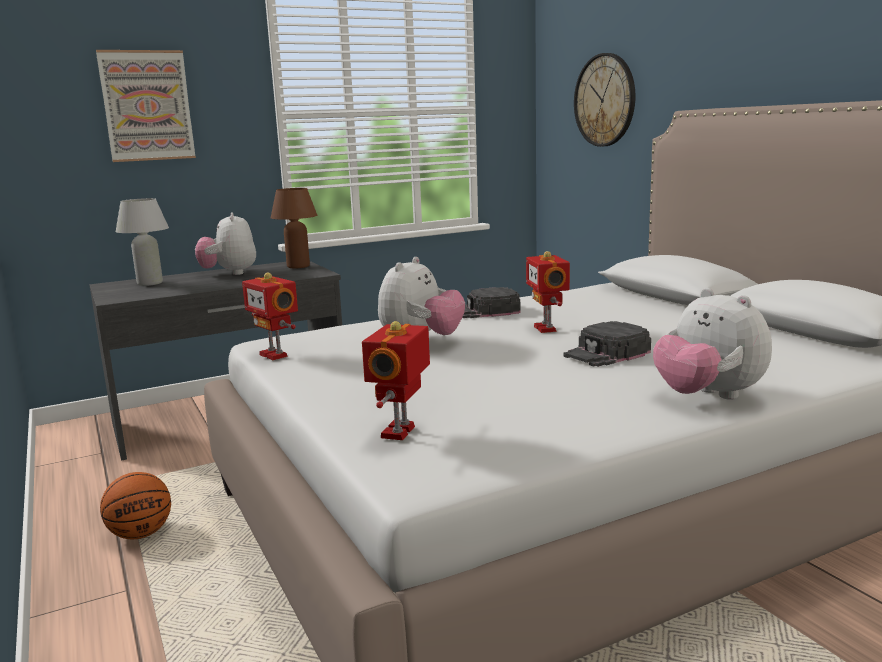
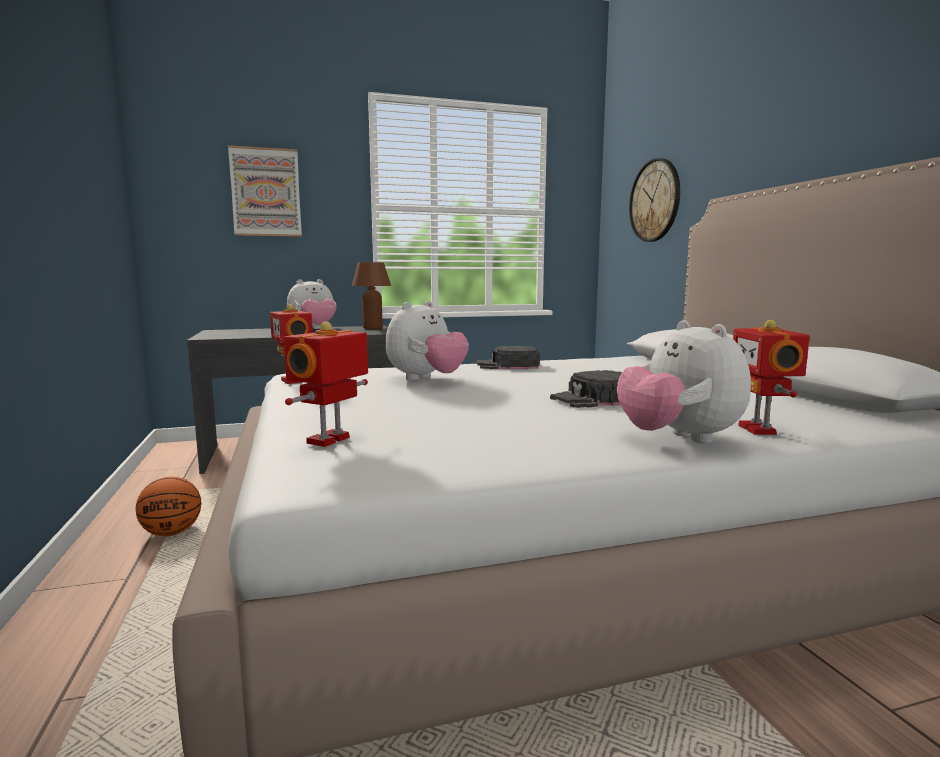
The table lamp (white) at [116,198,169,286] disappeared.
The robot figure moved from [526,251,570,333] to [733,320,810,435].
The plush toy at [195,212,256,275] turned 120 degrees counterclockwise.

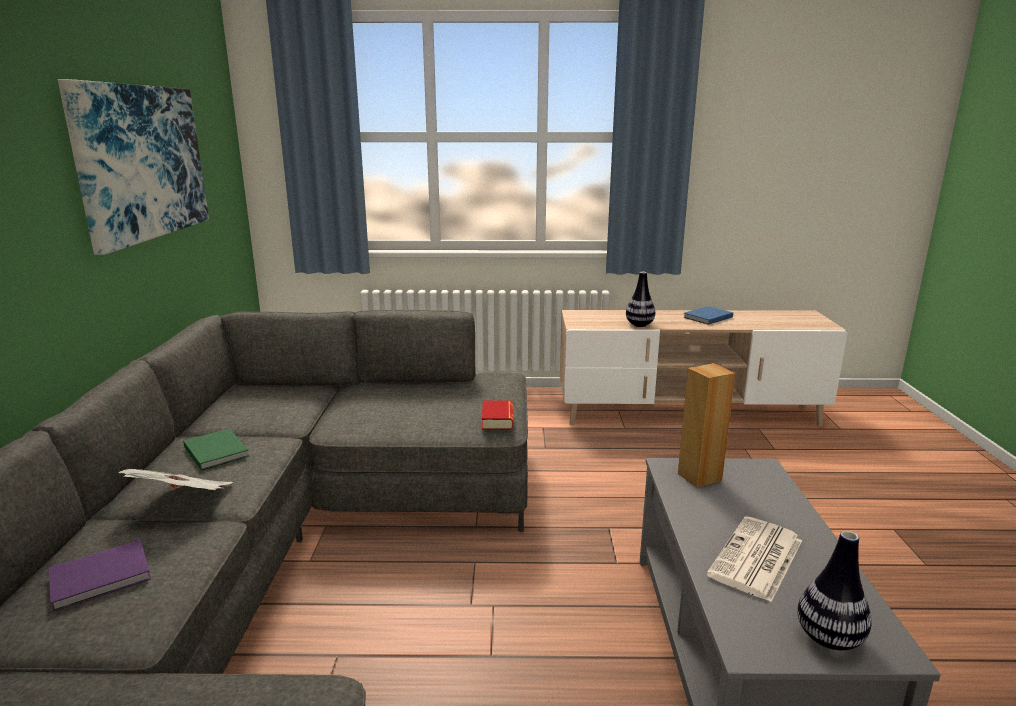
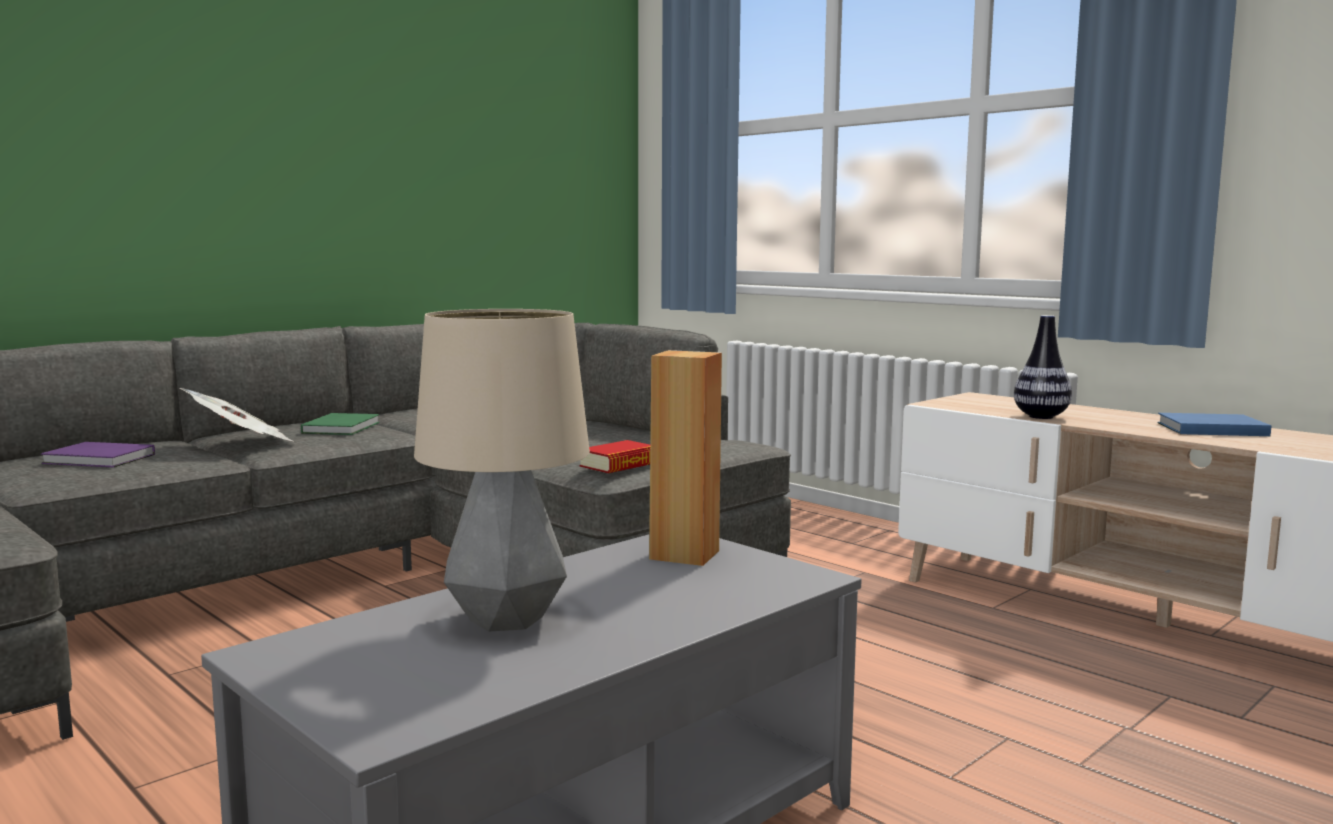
The wall art at [58,79,209,255] disappeared.
The decorative vase at [797,531,872,650] disappeared.
The printed paper at [707,517,802,602] was replaced by the table lamp at [414,309,590,631].

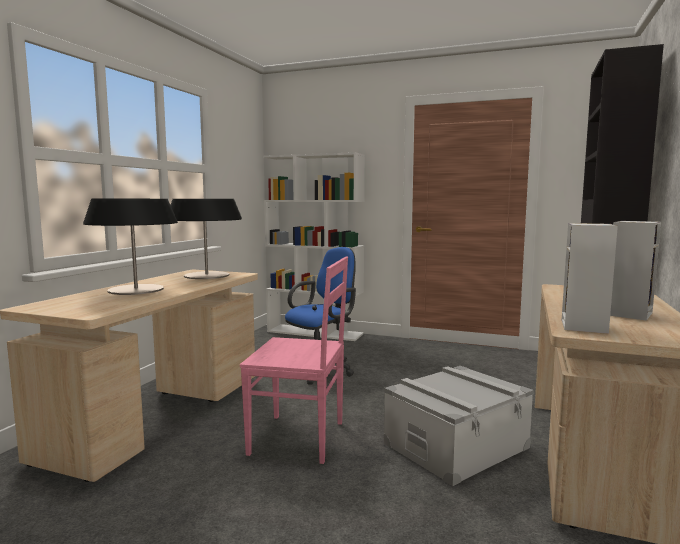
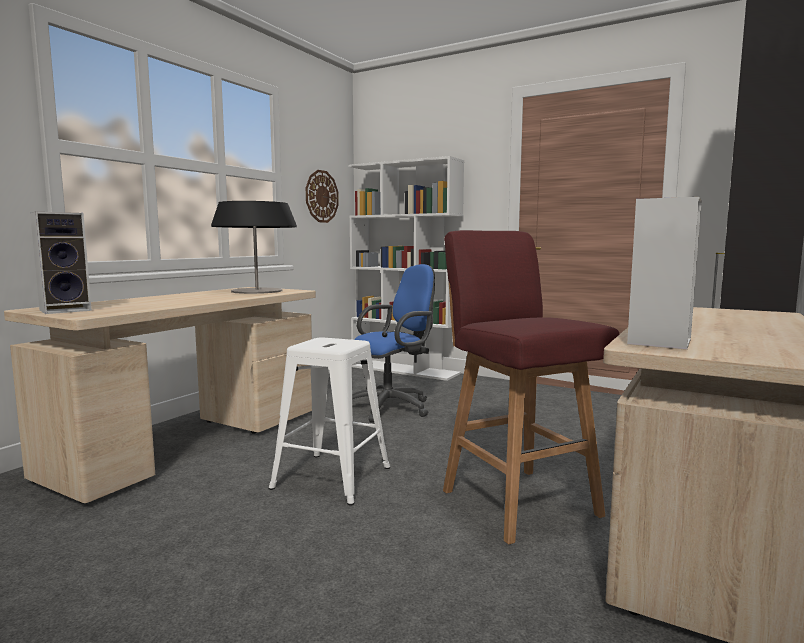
The table lamp at [83,199,178,295] disappeared.
The wall clock at [306,170,339,223] appeared.
The speaker moved from [610,221,661,321] to [30,211,92,314].
The upright chair (pink) at [240,257,348,464] was replaced by the stool (white) at [268,337,390,506].
The storage container (greyish) at [384,366,534,486] was replaced by the stool (red) at [443,230,619,544].

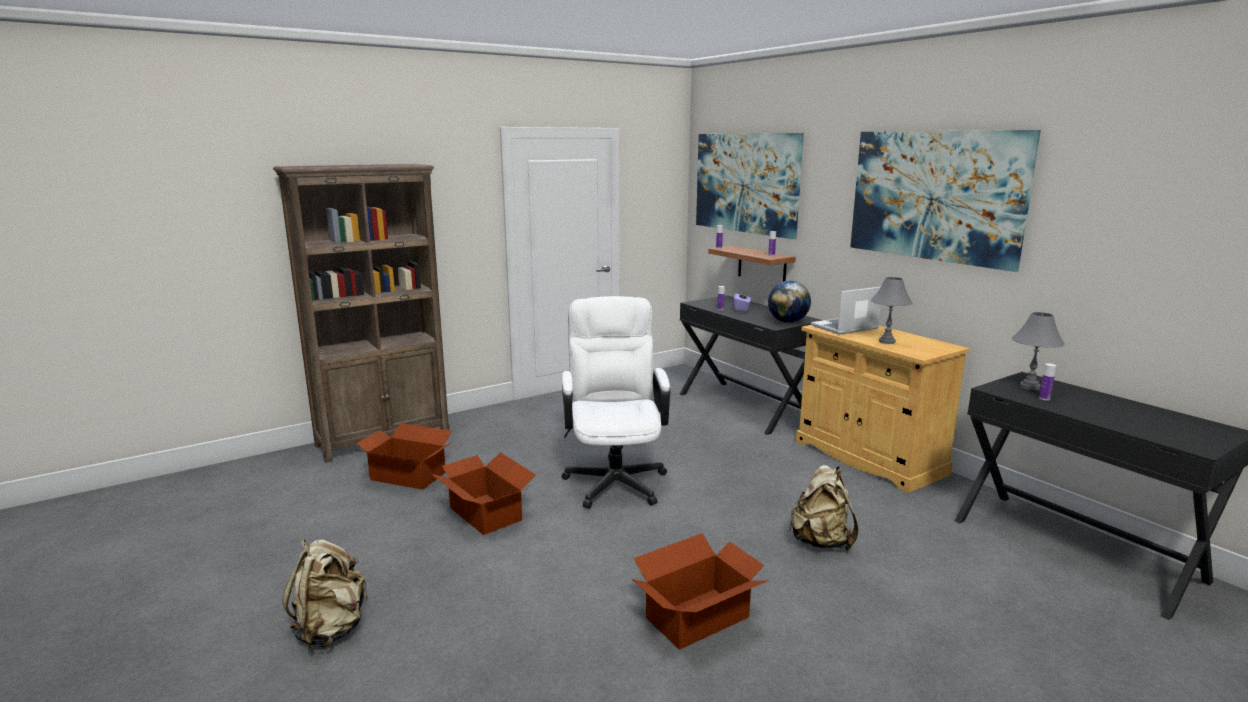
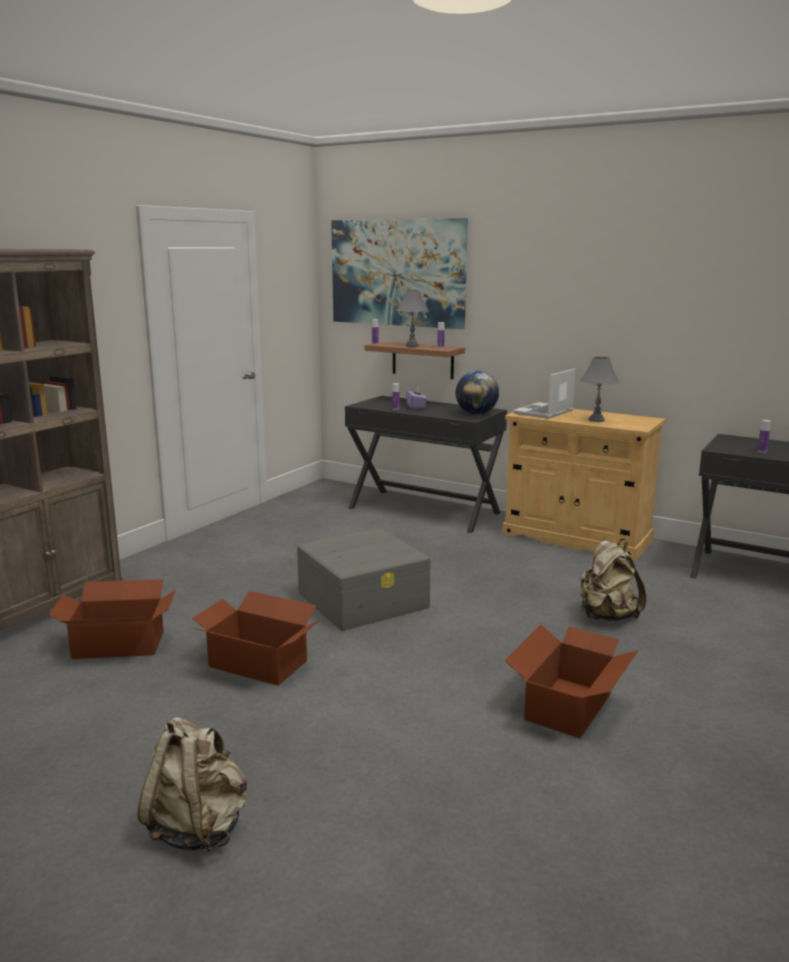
The wall art at [850,130,1041,272] disappeared.
The table lamp (greyish) moved from [1012,312,1065,390] to [396,290,429,347].
The computer chair (white) at [561,296,670,509] was replaced by the storage container (greyish) at [297,528,431,631].

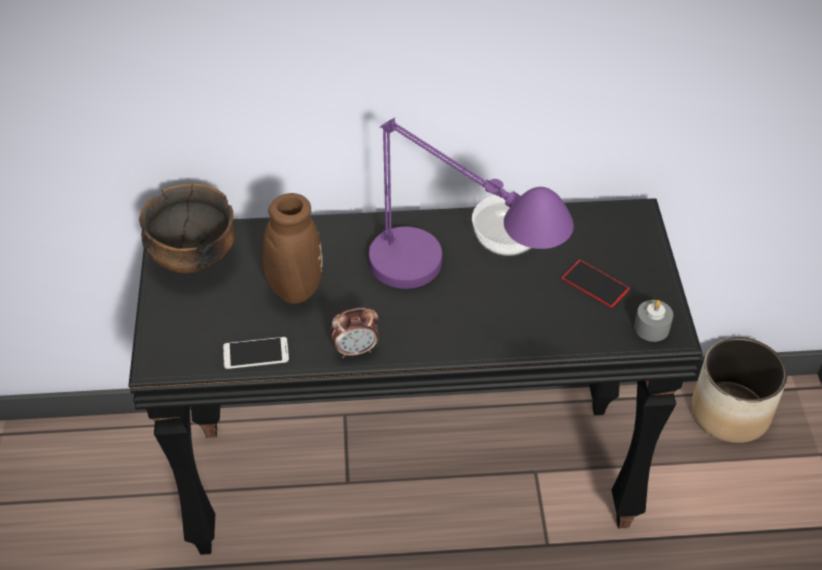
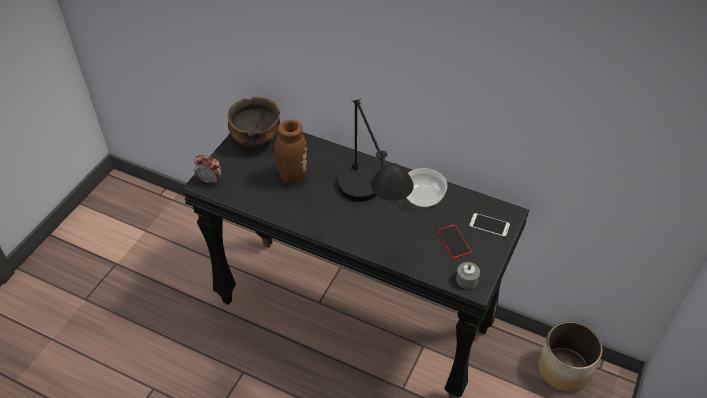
The phone moved from [223,337,289,369] to [469,213,510,237].
The table clock moved from [331,308,379,358] to [194,155,222,184].
The table lamp (purple) at [369,118,574,289] became the table lamp (black) at [338,99,414,202].

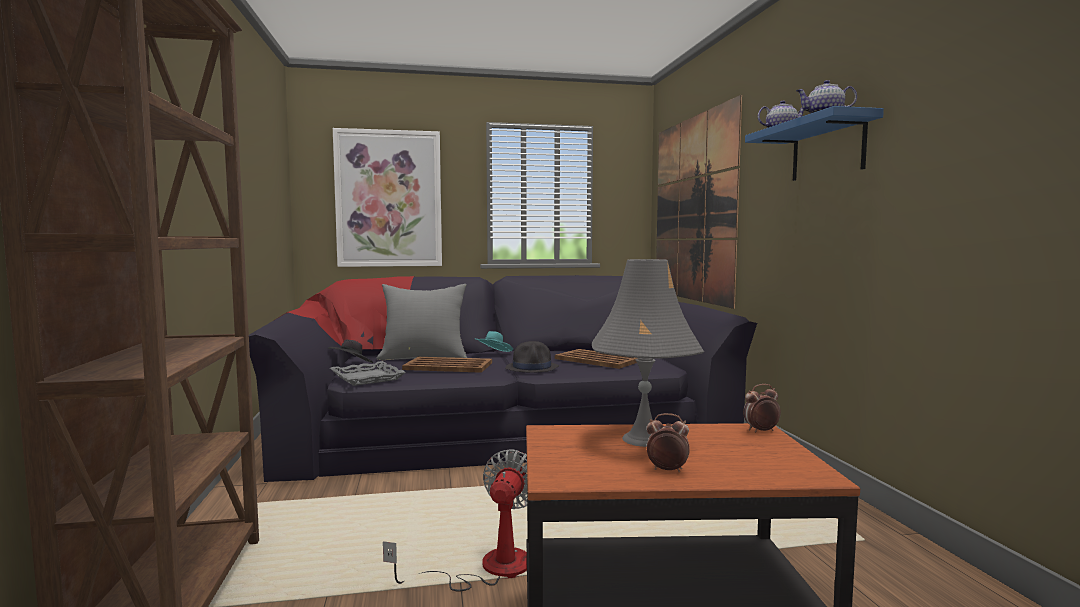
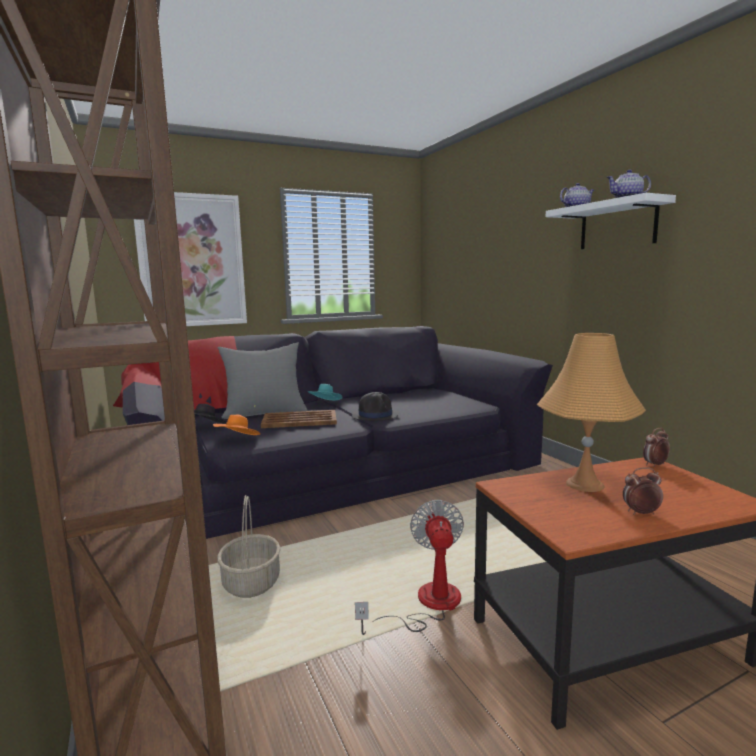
The serving tray (brownish) at [555,349,637,369] disappeared.
The wall art at [656,95,742,309] disappeared.
The household basket at [217,495,281,598] appeared.
The serving tray (greyish) at [330,361,406,386] was replaced by the wearable hat (orange-coloured) at [213,415,261,435].
The table lamp (greyish) at [592,259,704,447] became the table lamp (orange-coloured) at [537,333,646,492].
The shelf (blue-coloured) at [745,106,884,181] became the shelf (white) at [546,193,676,249].

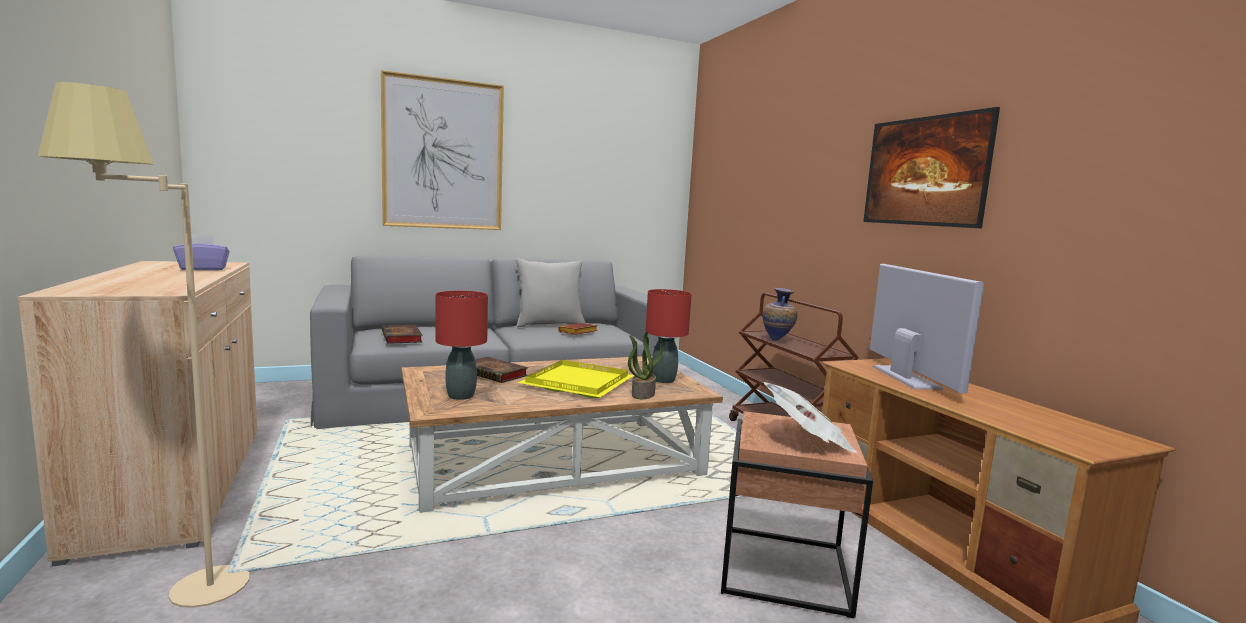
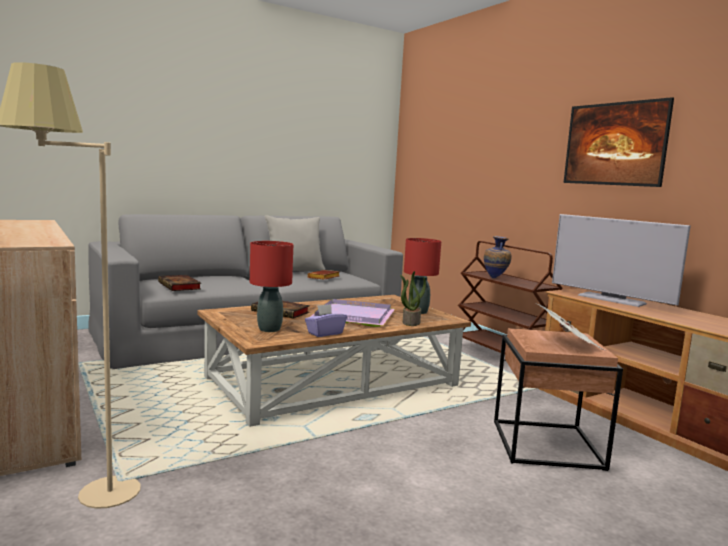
The wall art at [381,70,504,230] disappeared.
The tissue holder (purple) moved from [173,234,230,270] to [305,304,347,337].
The serving tray (yellow) at [518,360,634,398] became the serving tray (purple) at [310,299,395,327].
The TV at [870,264,984,394] turned 150 degrees clockwise.

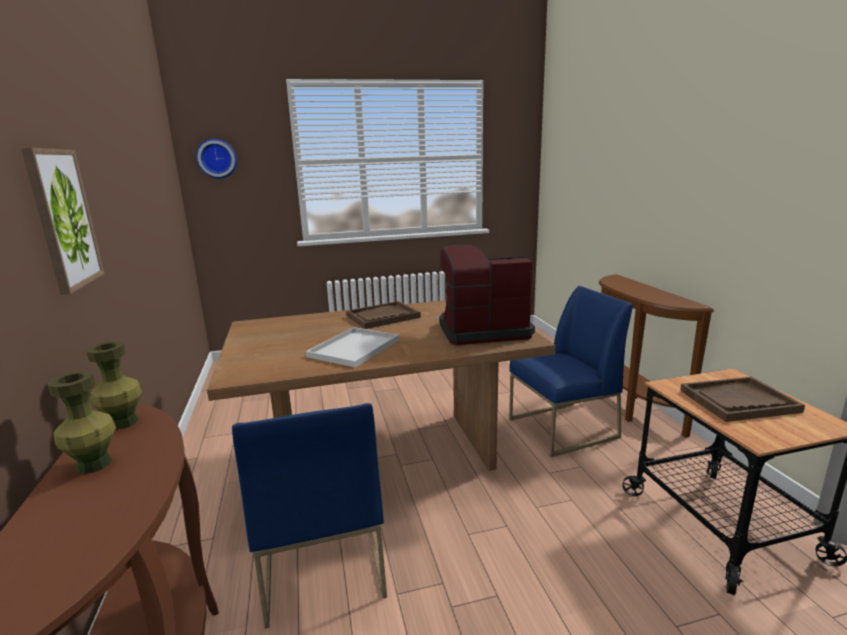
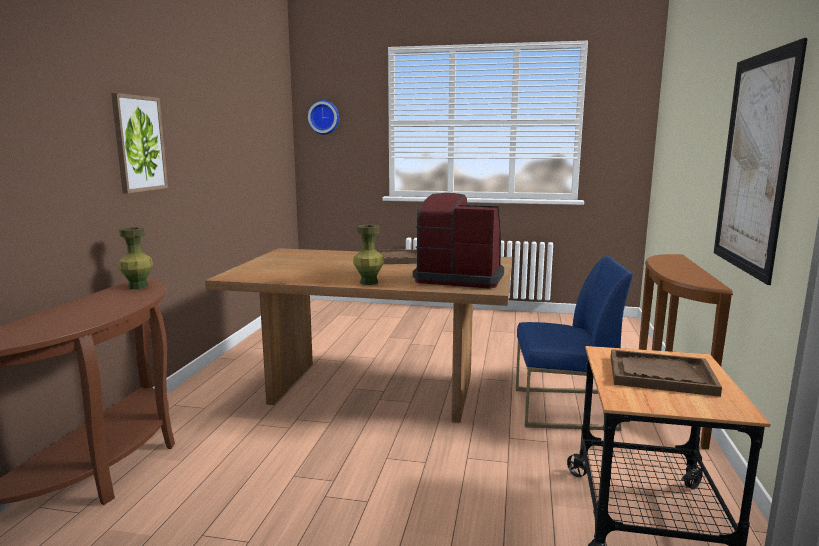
The upright chair (blue-coloured) at [232,403,387,629] disappeared.
The serving tray (white) at [306,327,399,368] disappeared.
The wall art at [714,38,808,285] appeared.
The decorative vase (green) moved from [47,371,116,474] to [353,225,384,285].

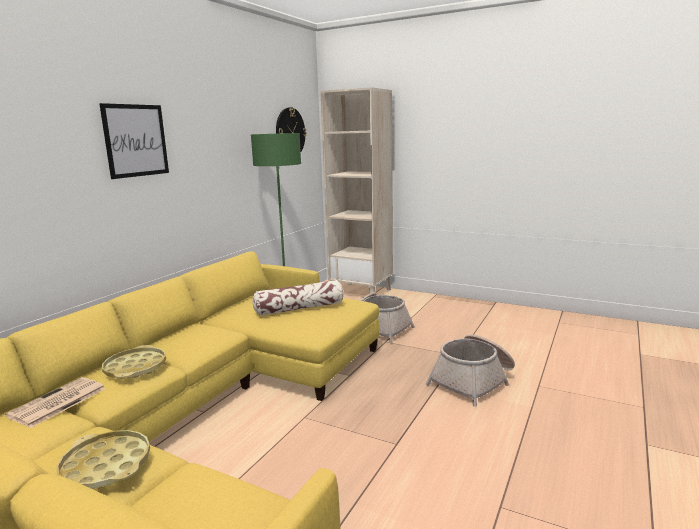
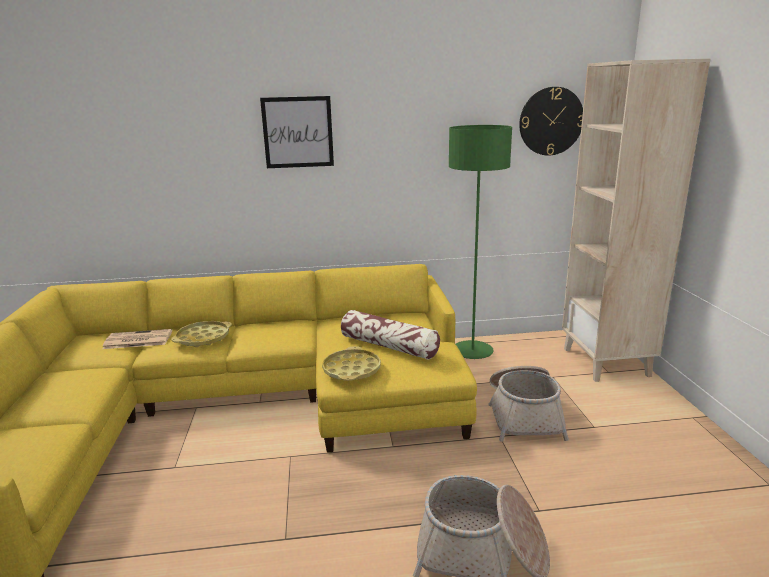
The serving tray (yellow) moved from [56,430,150,489] to [322,346,381,381].

